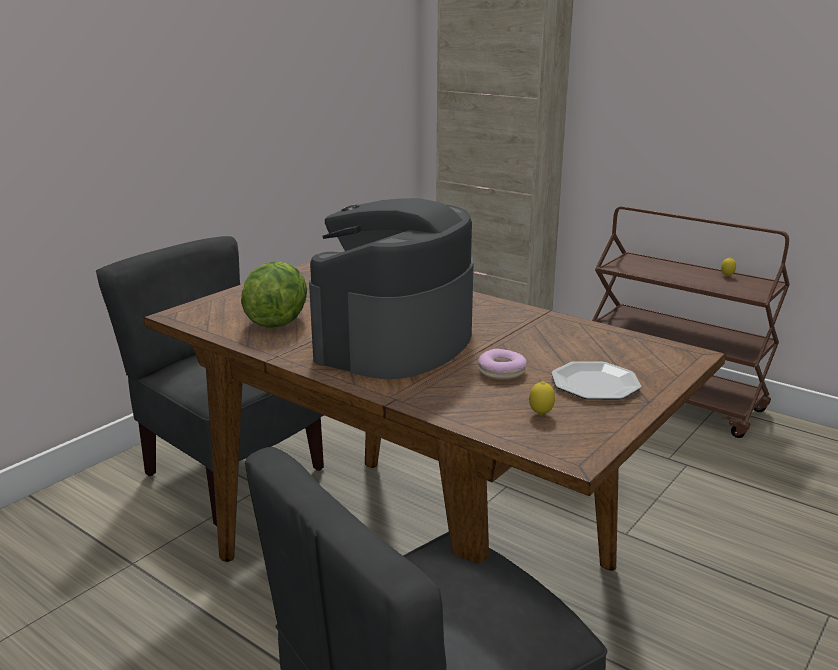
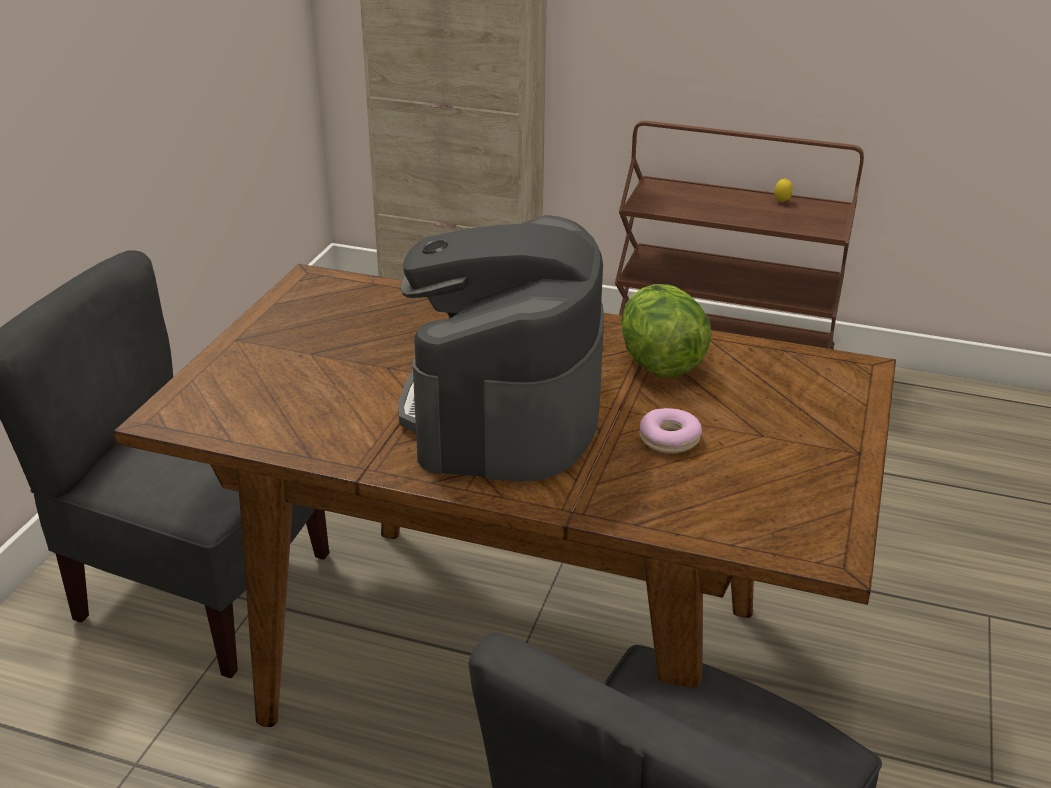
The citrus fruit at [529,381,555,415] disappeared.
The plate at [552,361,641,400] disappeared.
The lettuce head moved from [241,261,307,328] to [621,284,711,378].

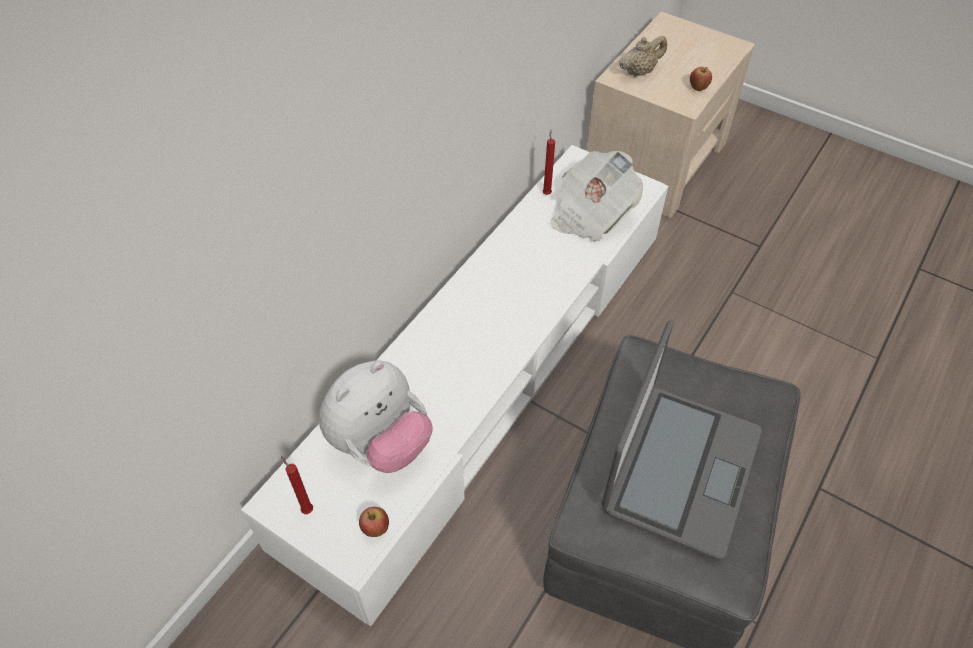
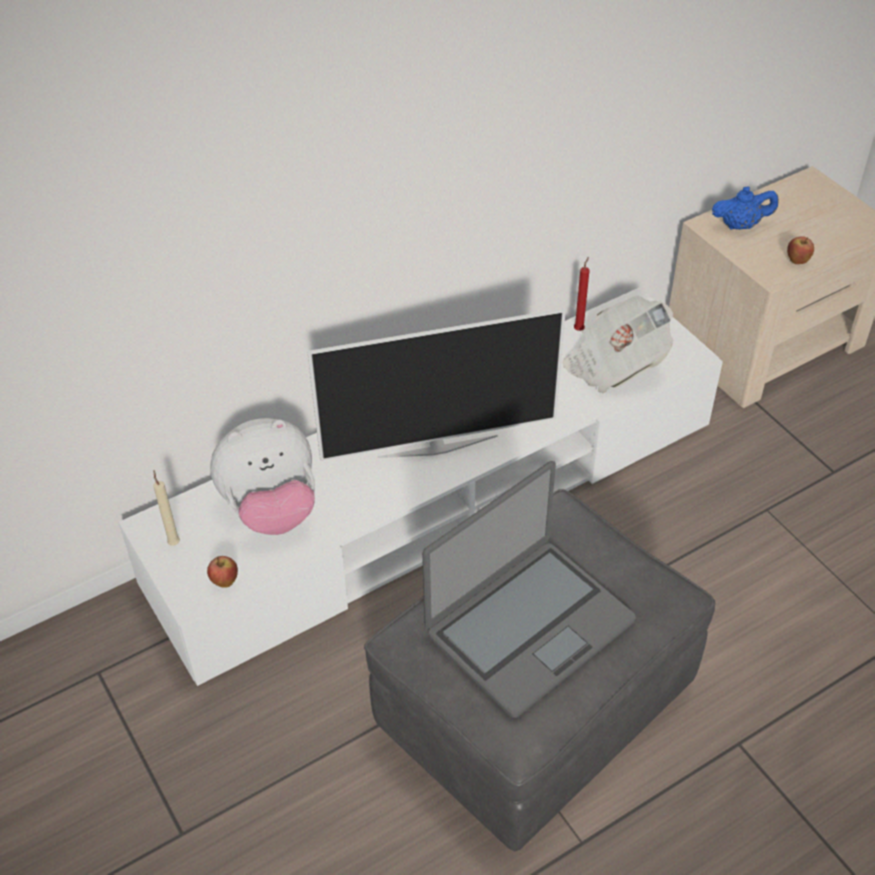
The TV at [307,308,566,461] appeared.
The candle (red) at [281,456,313,514] became the candle (sand-coloured) at [153,471,180,546].
The pot for tea (sand-coloured) at [619,36,667,77] became the pot for tea (blue-coloured) at [712,186,779,230].

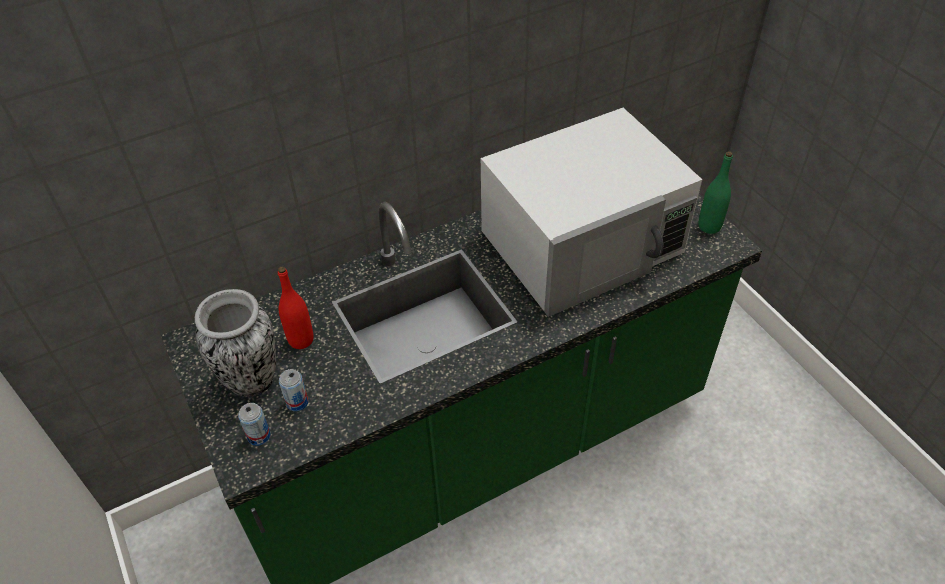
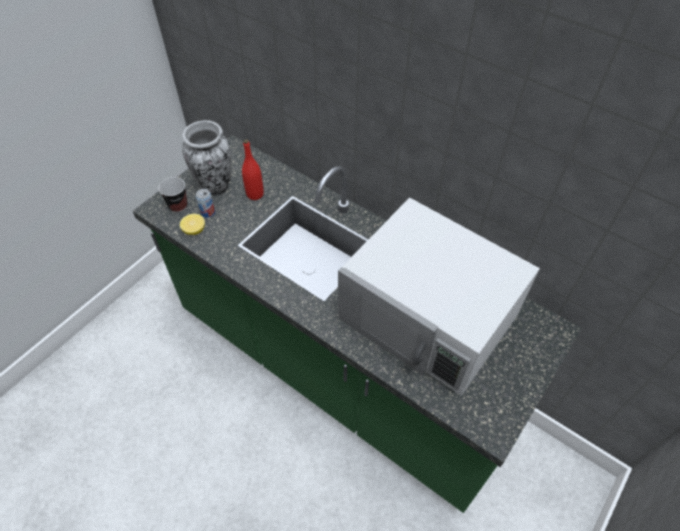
The beverage bottle (green) at [698,151,733,234] disappeared.
The citrus fruit at [180,214,205,235] appeared.
The sealed can at [238,403,271,446] was replaced by the small cup at [159,177,187,213].

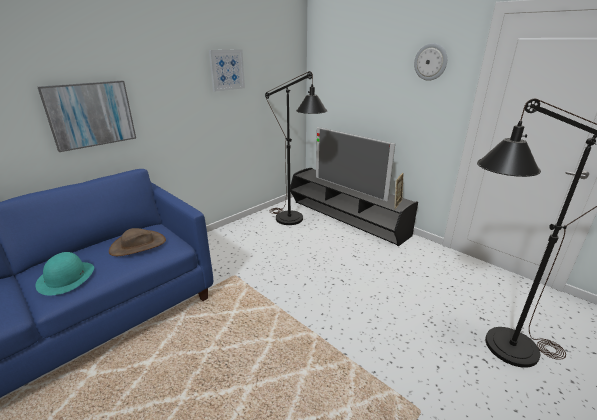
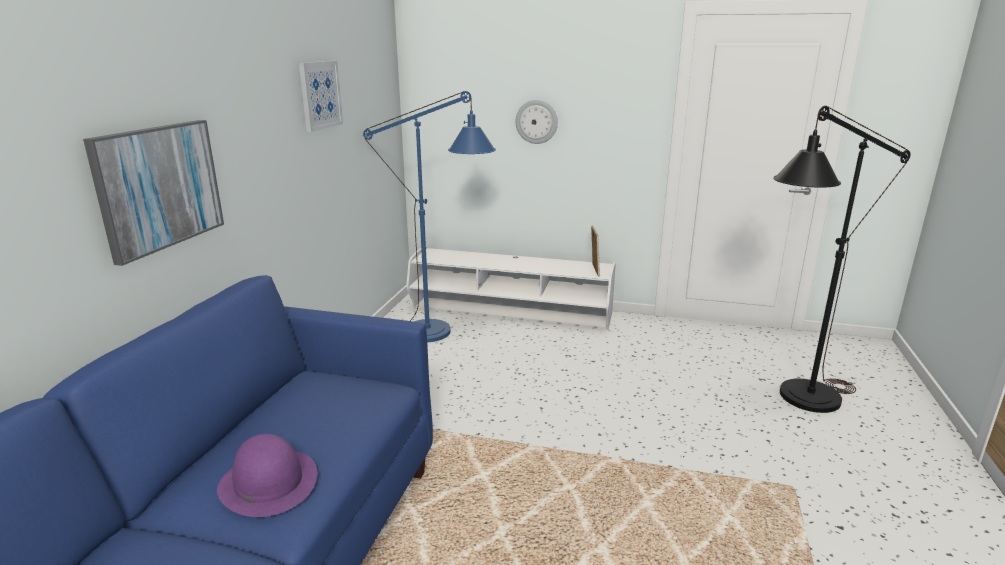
The wearable hat (brownish) at [109,228,166,256] disappeared.
The TV at [316,127,395,201] disappeared.
The wall clock moved from [414,43,447,81] to [516,100,558,144].
The wearable hat (turquoise) at [36,252,94,295] became the wearable hat (purple) at [217,434,317,517].
The standing lamp (black) at [265,71,327,225] became the standing lamp (blue-coloured) at [363,91,496,342].
The tv stand (black) at [290,168,418,246] became the tv stand (white) at [406,247,616,330].

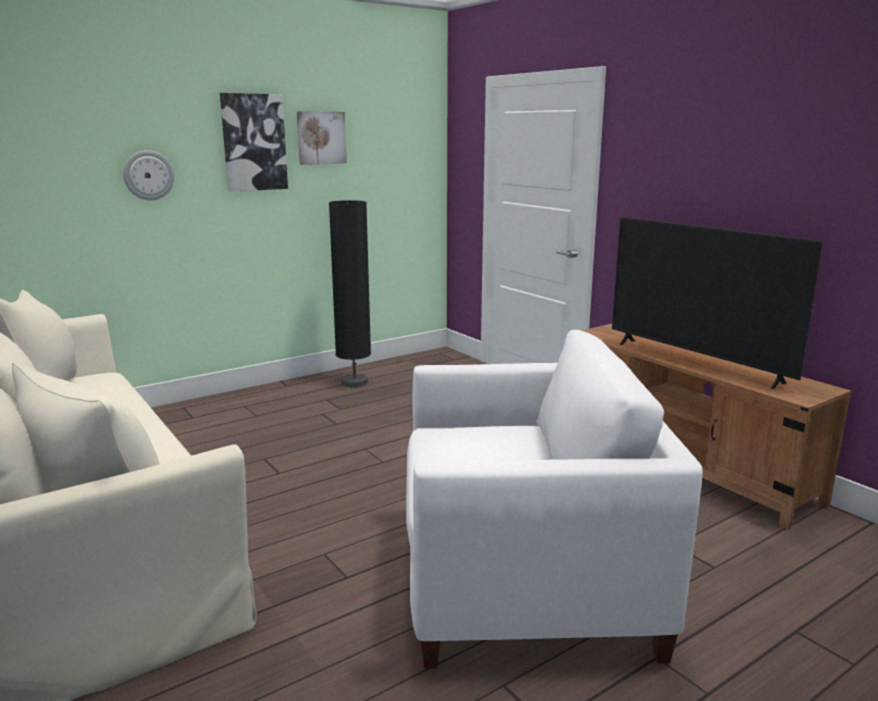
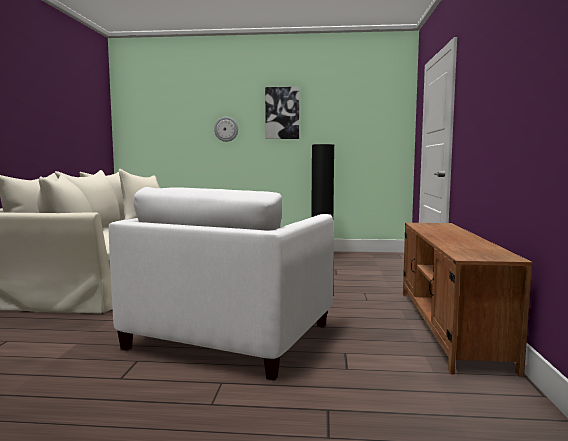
The wall art at [297,111,347,165] disappeared.
The TV at [612,217,823,389] disappeared.
The lounge chair (white) at [406,330,703,669] turned 75 degrees clockwise.

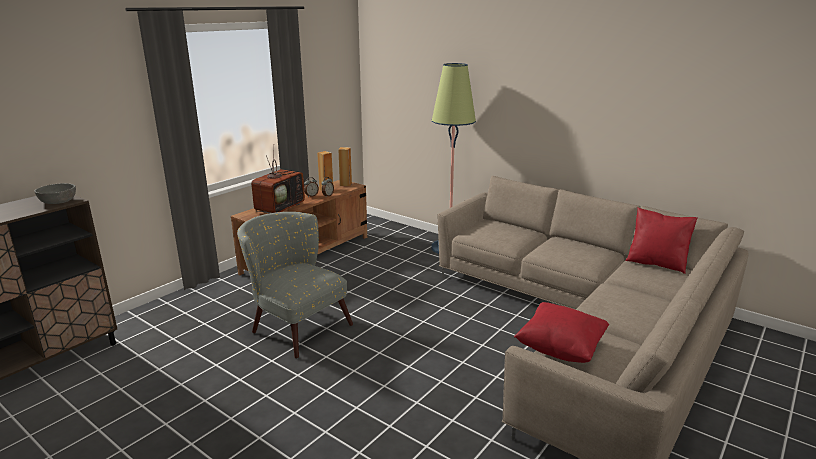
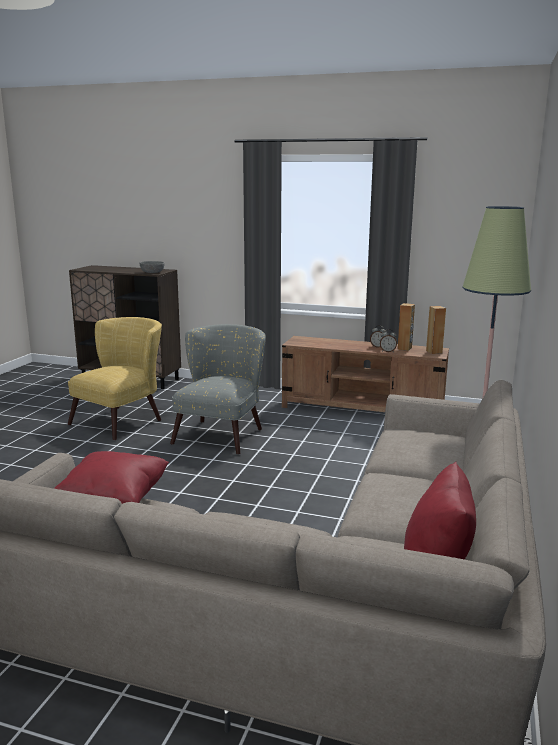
The TV at [251,156,305,213] disappeared.
The lounge chair (yellow) at [68,317,162,441] appeared.

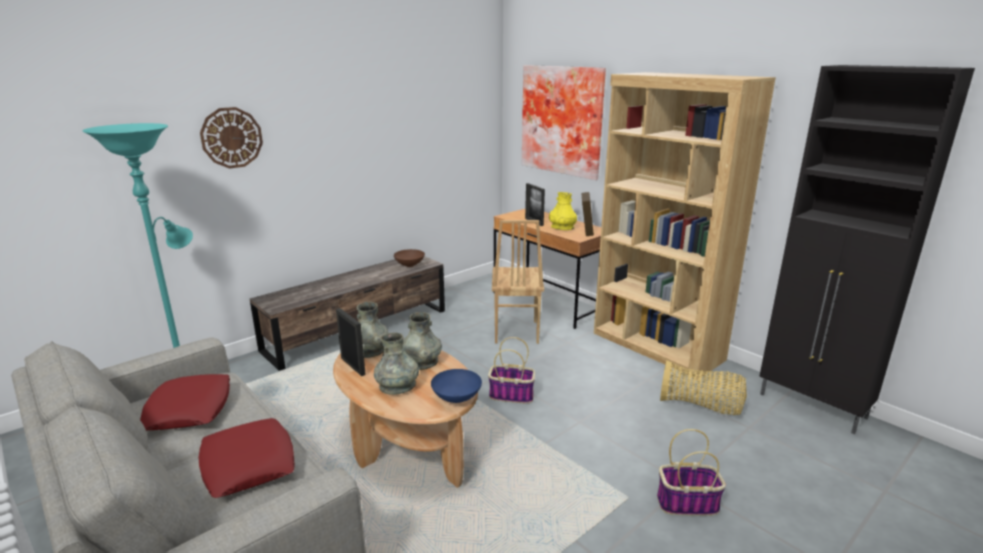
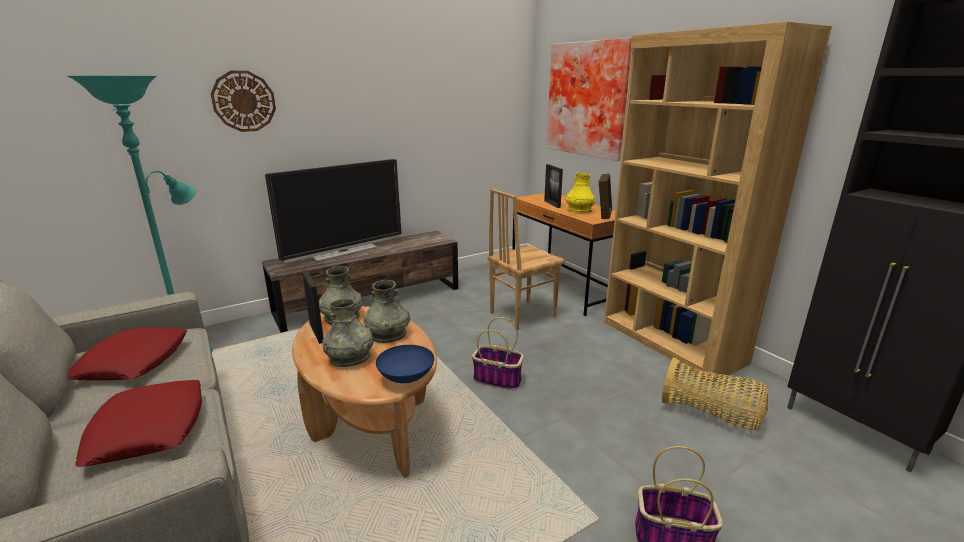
The deep dish (brownish) at [394,249,425,267] disappeared.
The TV at [265,159,401,263] appeared.
The upright chair (brownish) at [492,220,544,344] turned 45 degrees clockwise.

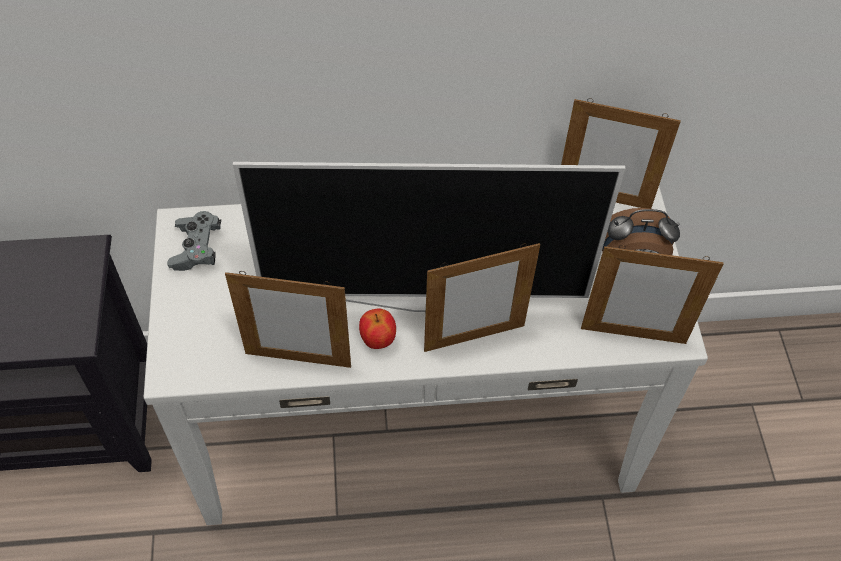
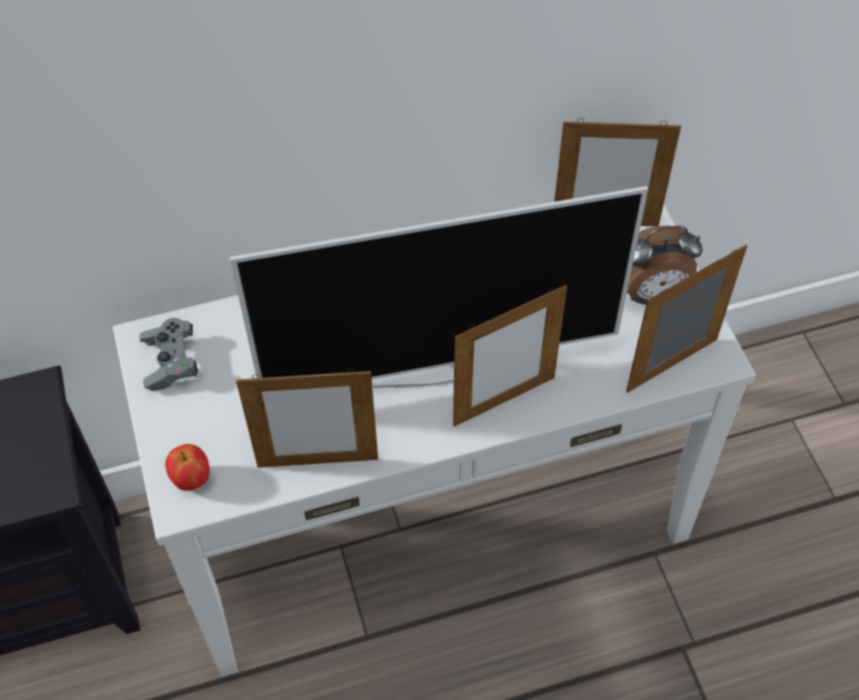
The apple moved from [359,309,396,349] to [165,444,210,491].
The photo frame at [581,245,724,344] turned 150 degrees clockwise.

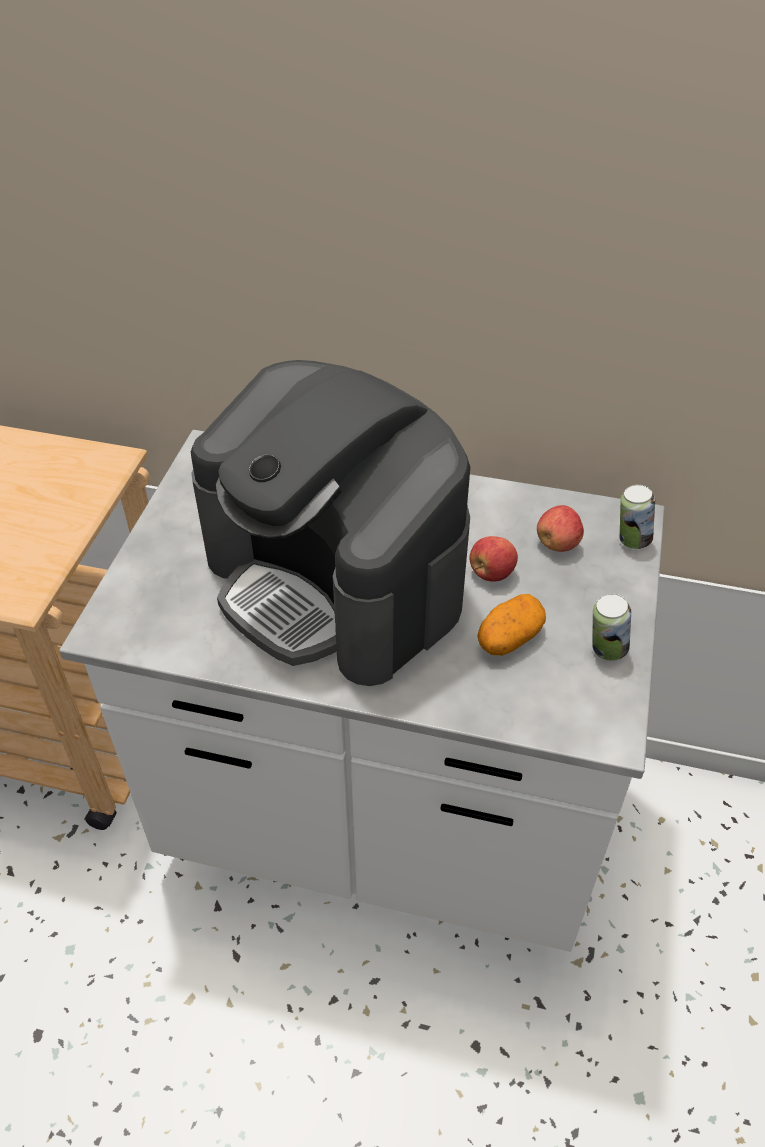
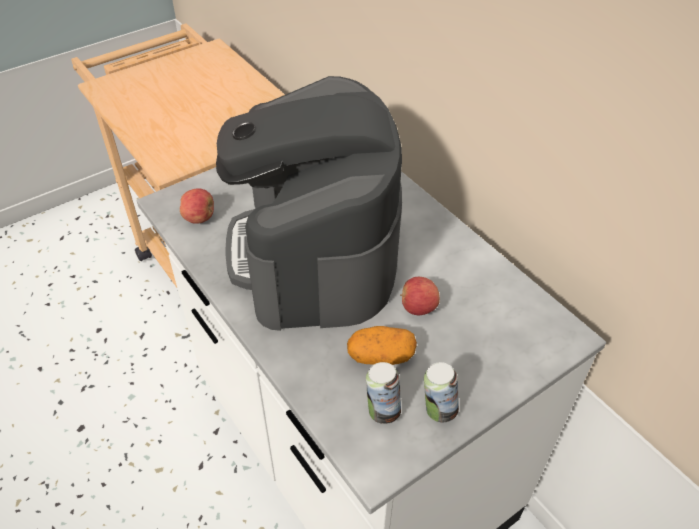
The apple moved from [537,505,584,552] to [180,188,214,224].
The sealed can moved from [620,485,655,549] to [366,362,401,424].

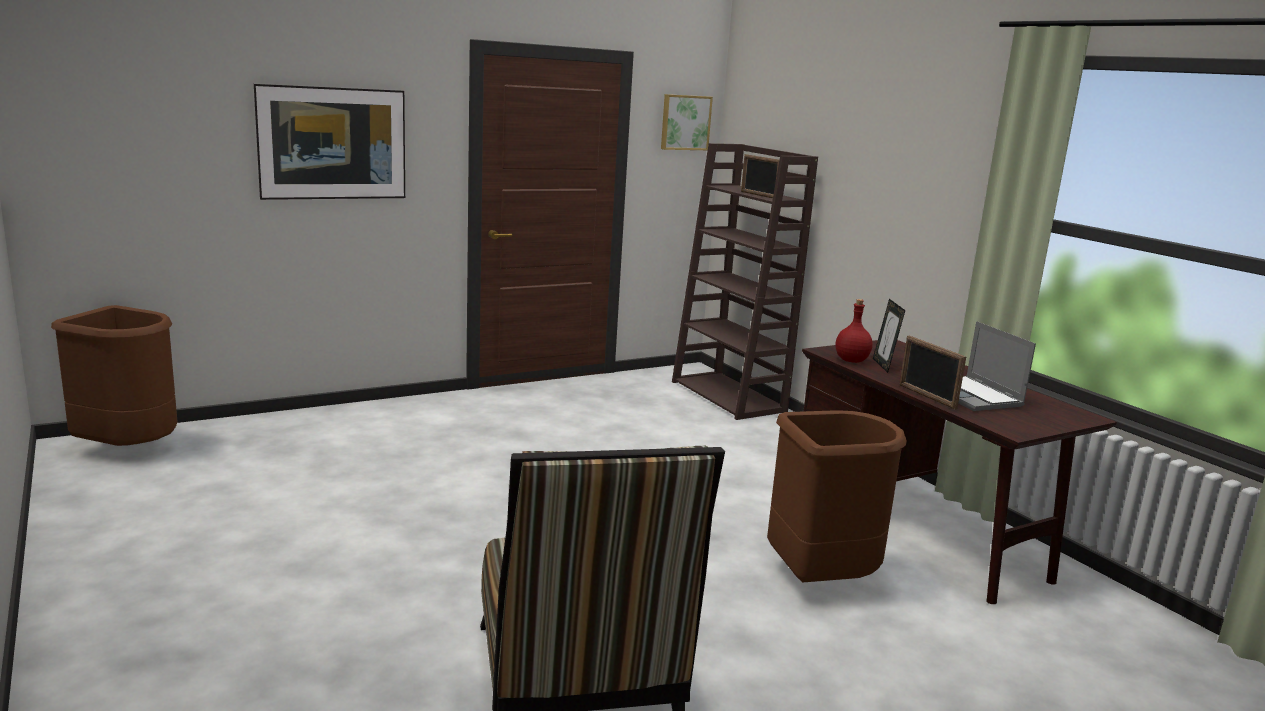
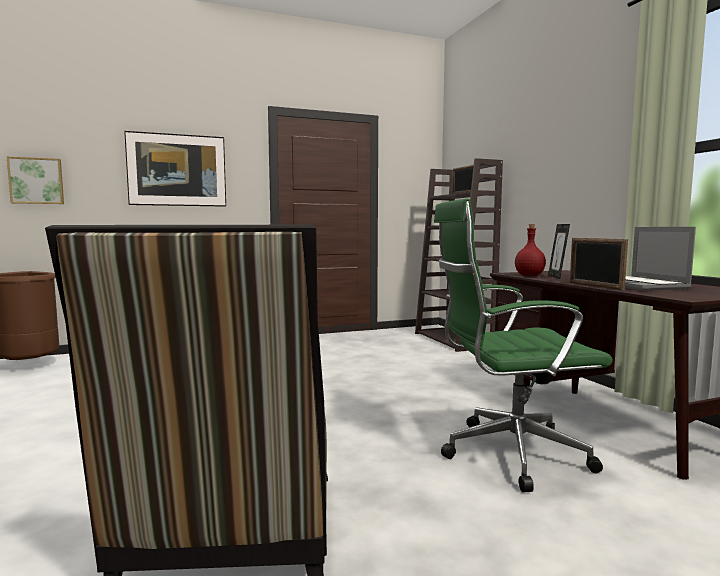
The wall art moved from [661,94,713,150] to [7,156,64,204].
The rubbish bin (brownish) at [767,411,907,583] was replaced by the computer chair (green) at [434,198,613,492].

